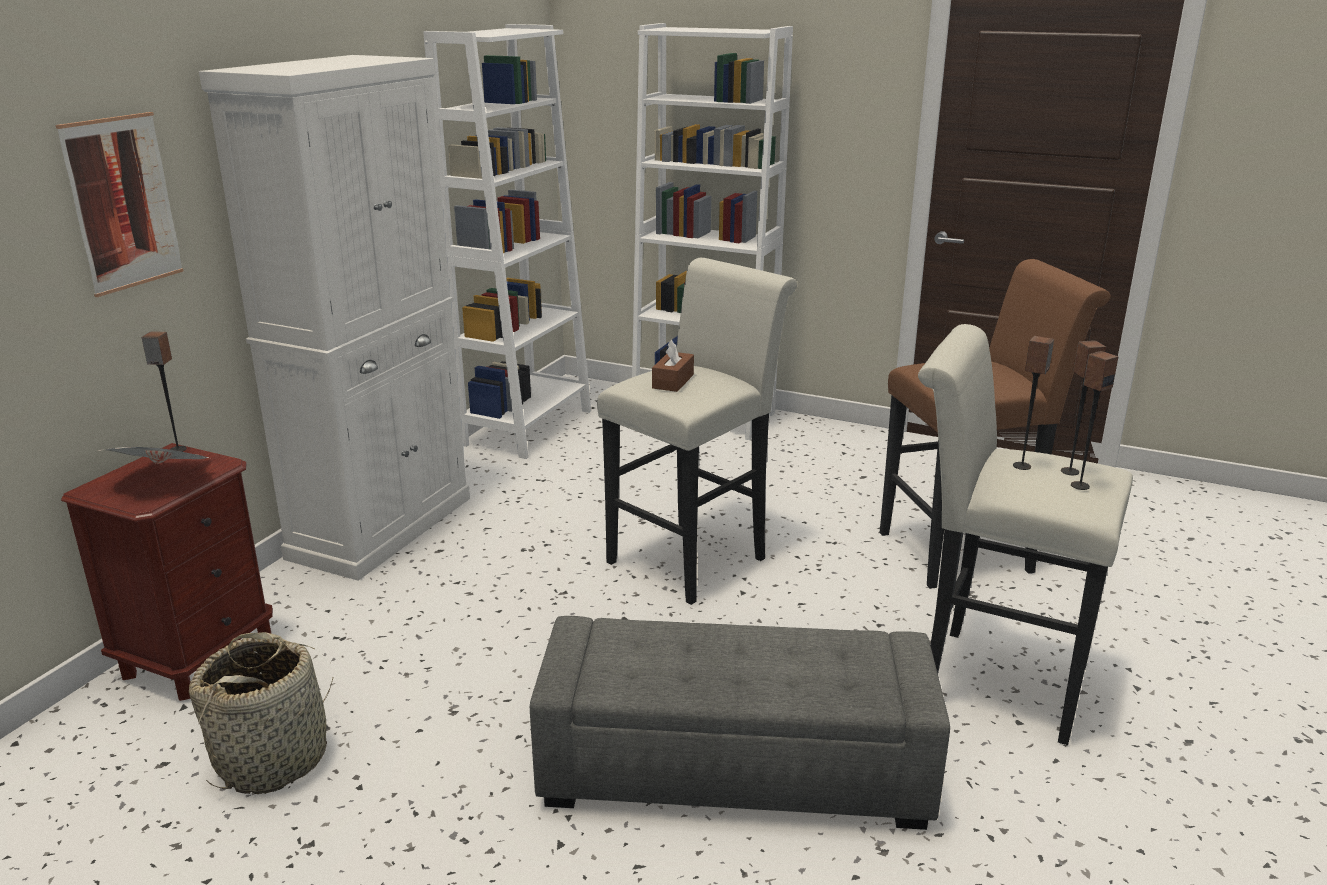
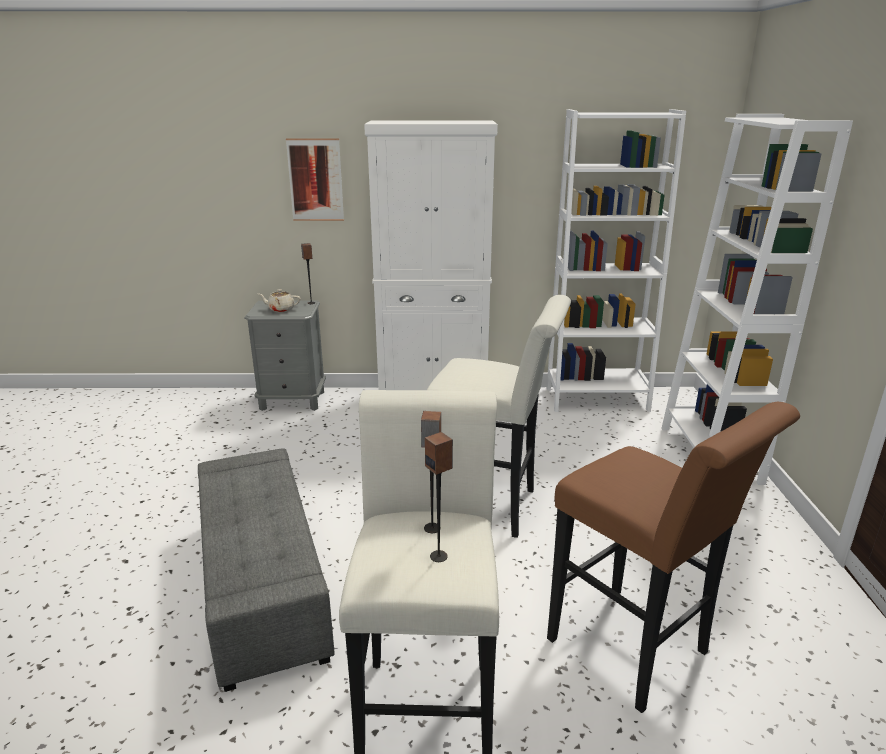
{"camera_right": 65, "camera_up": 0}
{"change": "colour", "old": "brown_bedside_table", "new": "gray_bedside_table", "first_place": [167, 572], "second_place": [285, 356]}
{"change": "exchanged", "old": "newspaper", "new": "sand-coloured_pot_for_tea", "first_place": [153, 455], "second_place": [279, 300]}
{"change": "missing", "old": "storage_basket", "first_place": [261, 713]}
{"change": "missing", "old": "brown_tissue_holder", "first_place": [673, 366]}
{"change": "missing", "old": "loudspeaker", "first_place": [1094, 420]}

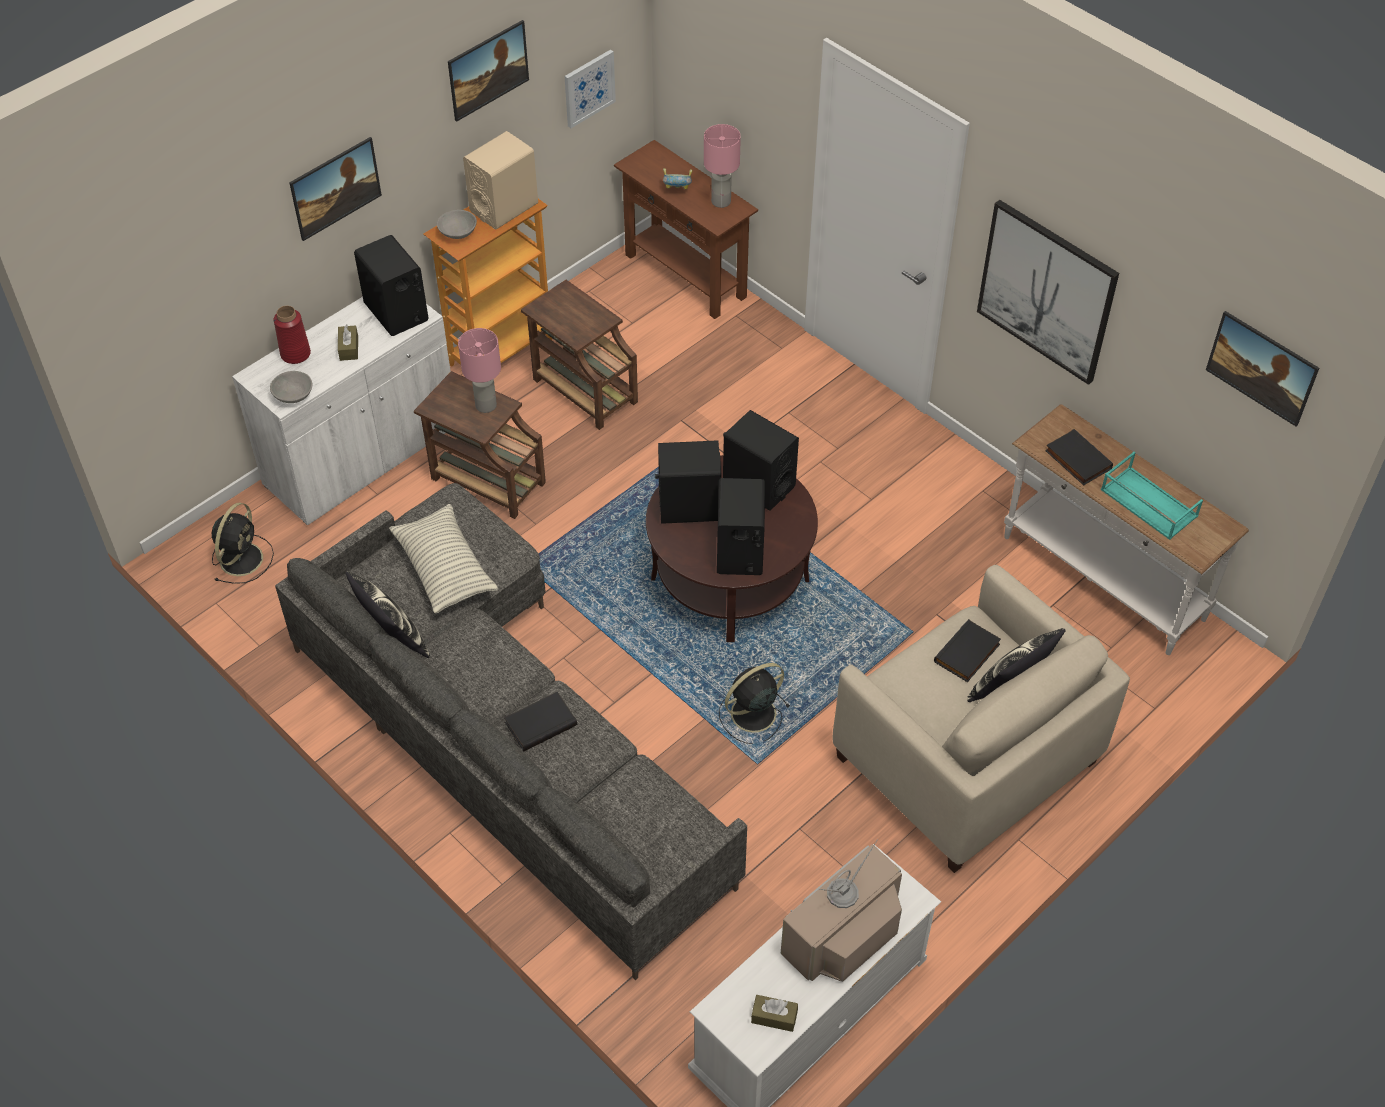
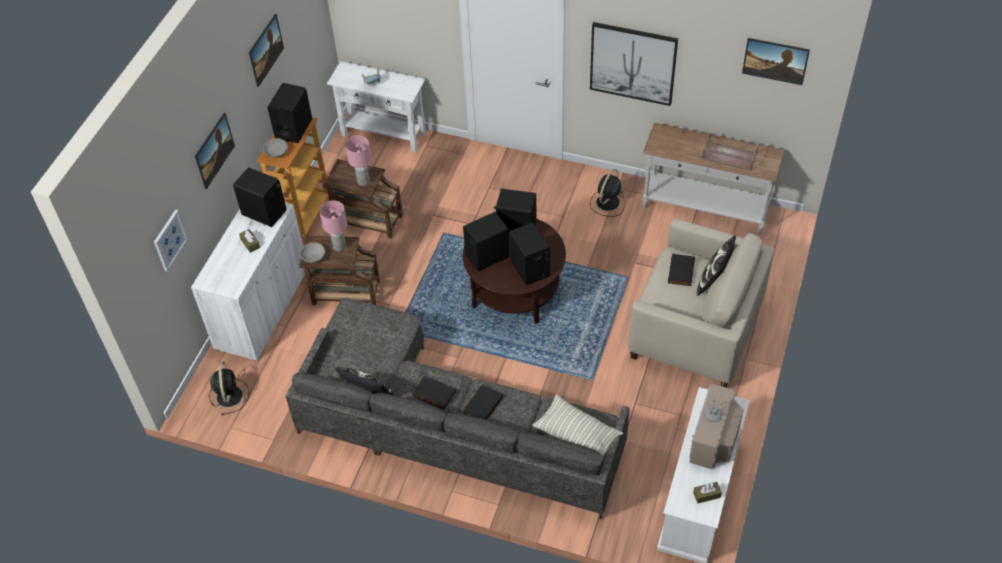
{"camera_right": -25, "camera_up": 0}
{"change": "relocated", "old": "picture", "first_place": [590, 89], "second_place": [171, 241]}
{"change": "colour", "old": "sand-coloured_loudspeaker", "new": "black-coloured_loudspeaker", "first_place": [500, 180], "second_place": [289, 113]}
{"change": "relocated", "old": "gray_serving_bowl", "first_place": [291, 387], "second_place": [312, 253]}
{"change": "colour", "old": "brown_hall_table", "new": "white_hall_table", "first_place": [686, 229], "second_place": [376, 106]}
{"change": "relocated", "old": "pink-coloured_lamp_for_a_table", "first_place": [722, 166], "second_place": [358, 160]}
{"change": "relocated", "old": "black-coloured_volume", "first_place": [1079, 457], "second_place": [434, 393]}
{"change": "relocated", "old": "throw_pillow", "first_place": [443, 558], "second_place": [577, 425]}
{"change": "relocated", "old": "black-coloured_electric_fan", "first_place": [754, 703], "second_place": [607, 193]}
{"change": "colour", "old": "turquoise-coloured_tray", "new": "brown_tray", "first_place": [1152, 496], "second_place": [730, 151]}
{"change": "missing", "old": "red_flower_vase", "first_place": [292, 335]}

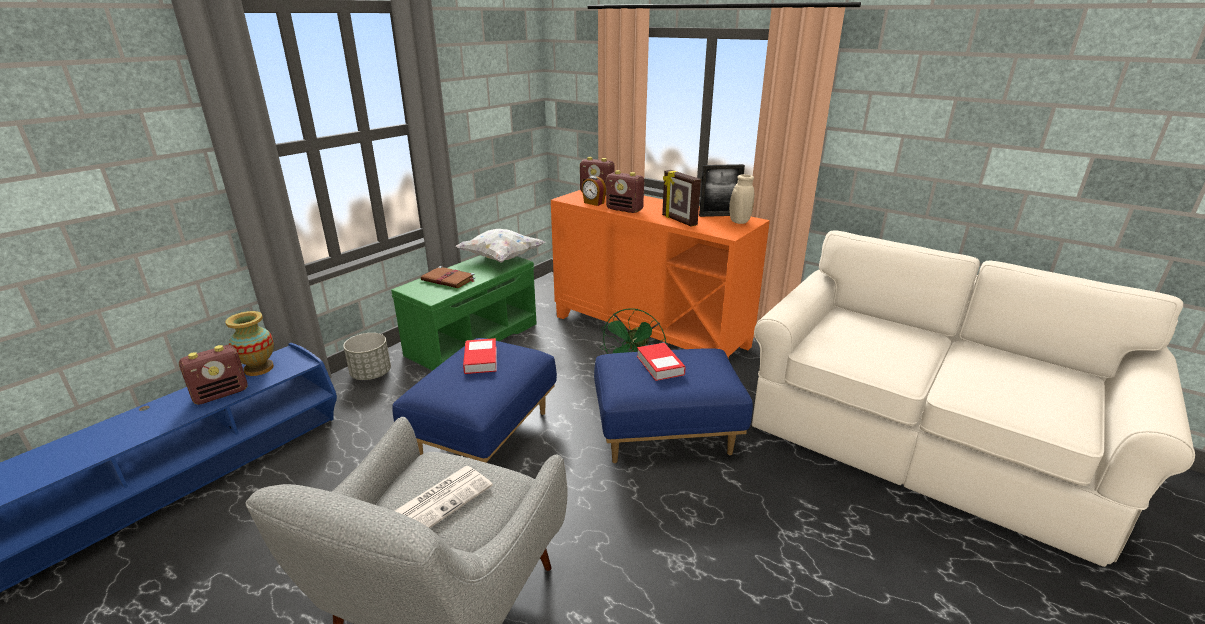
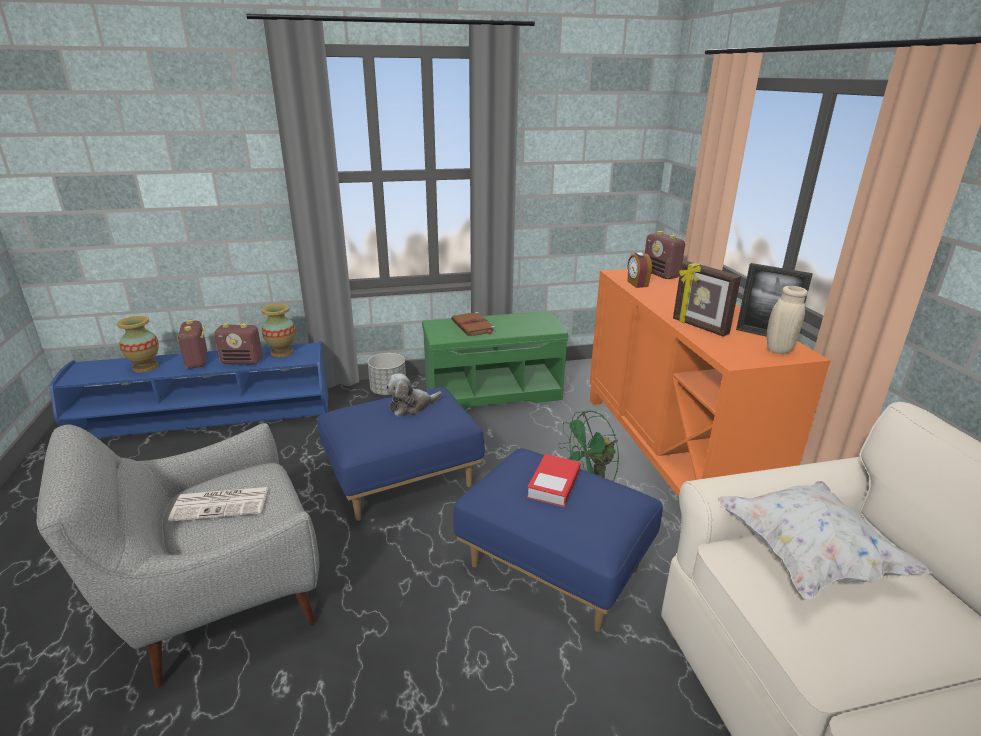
{"camera_right": 40, "camera_up": 0}
{"change": "appeared", "new": "flower_vase", "second_place": [138, 344]}
{"change": "relocated", "old": "radio_set", "first_place": [625, 191], "second_place": [192, 344]}
{"change": "exchanged", "old": "volume", "new": "plush_toy", "first_place": [480, 356], "second_place": [414, 395]}
{"change": "spun", "old": "standing_frame", "first_place": [681, 198], "second_place": [707, 299], "degrees": -45}
{"change": "relocated", "old": "white_throw_pillow", "first_place": [500, 246], "second_place": [825, 540]}

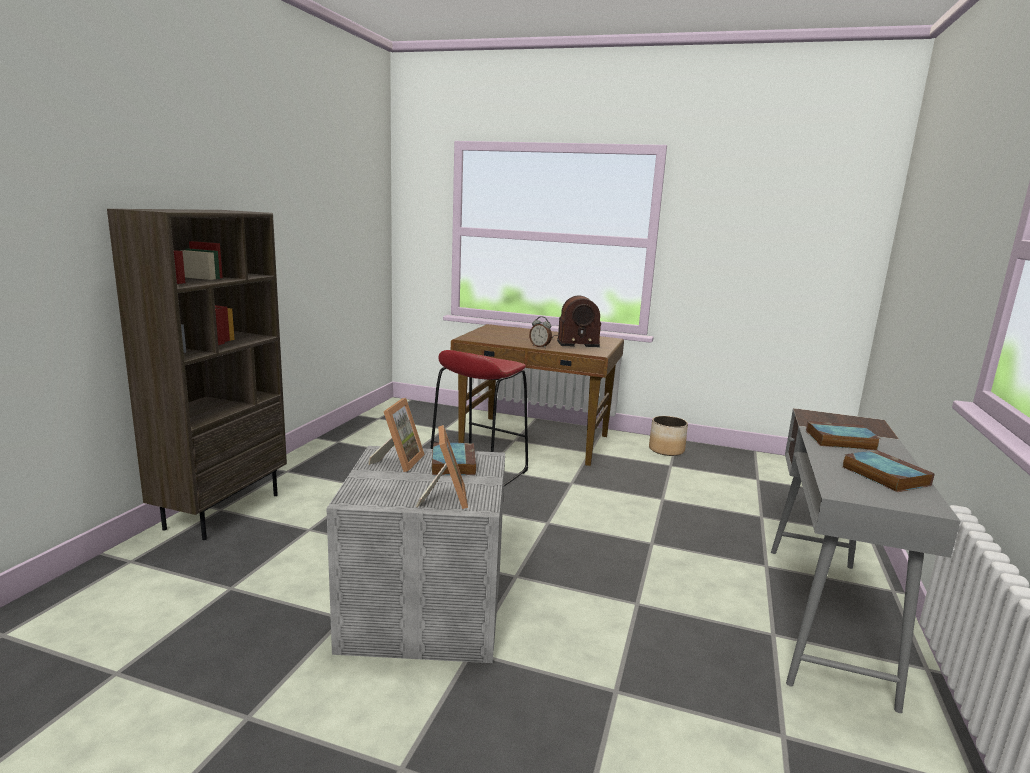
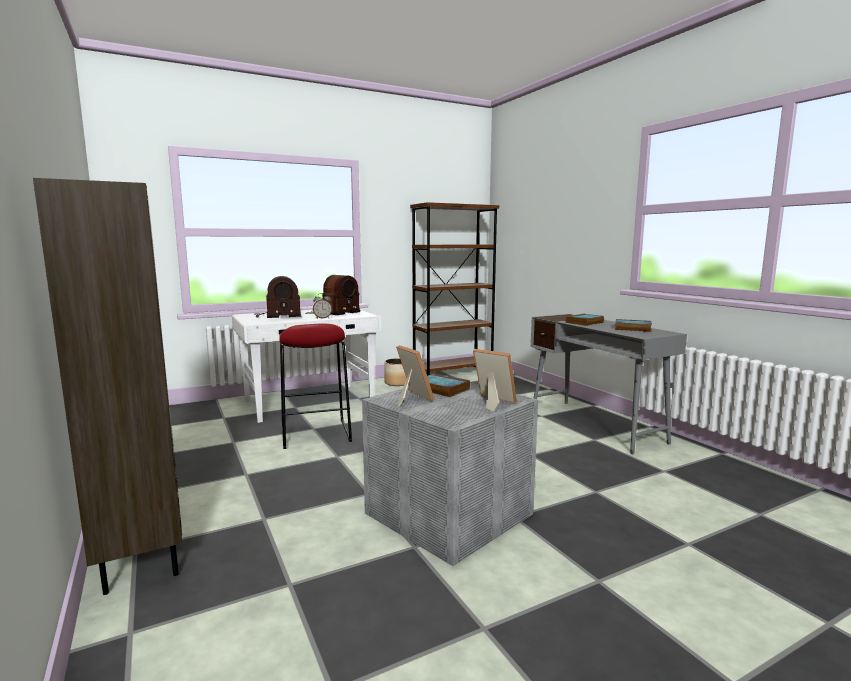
{"camera_right": -45, "camera_up": -5}
{"change": "colour", "old": "brown_desk_table", "new": "white_desk_table", "first_place": [537, 395], "second_place": [306, 366]}
{"change": "appeared", "new": "radio_set", "second_place": [278, 297]}
{"change": "appeared", "new": "brown_shelving_unit", "second_place": [454, 289]}

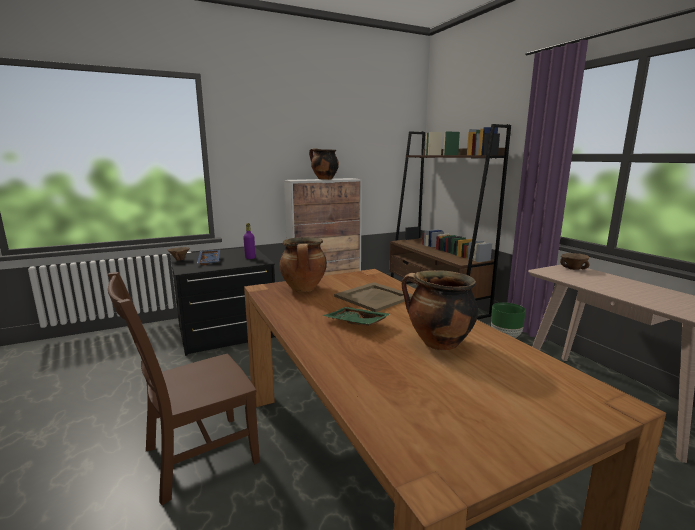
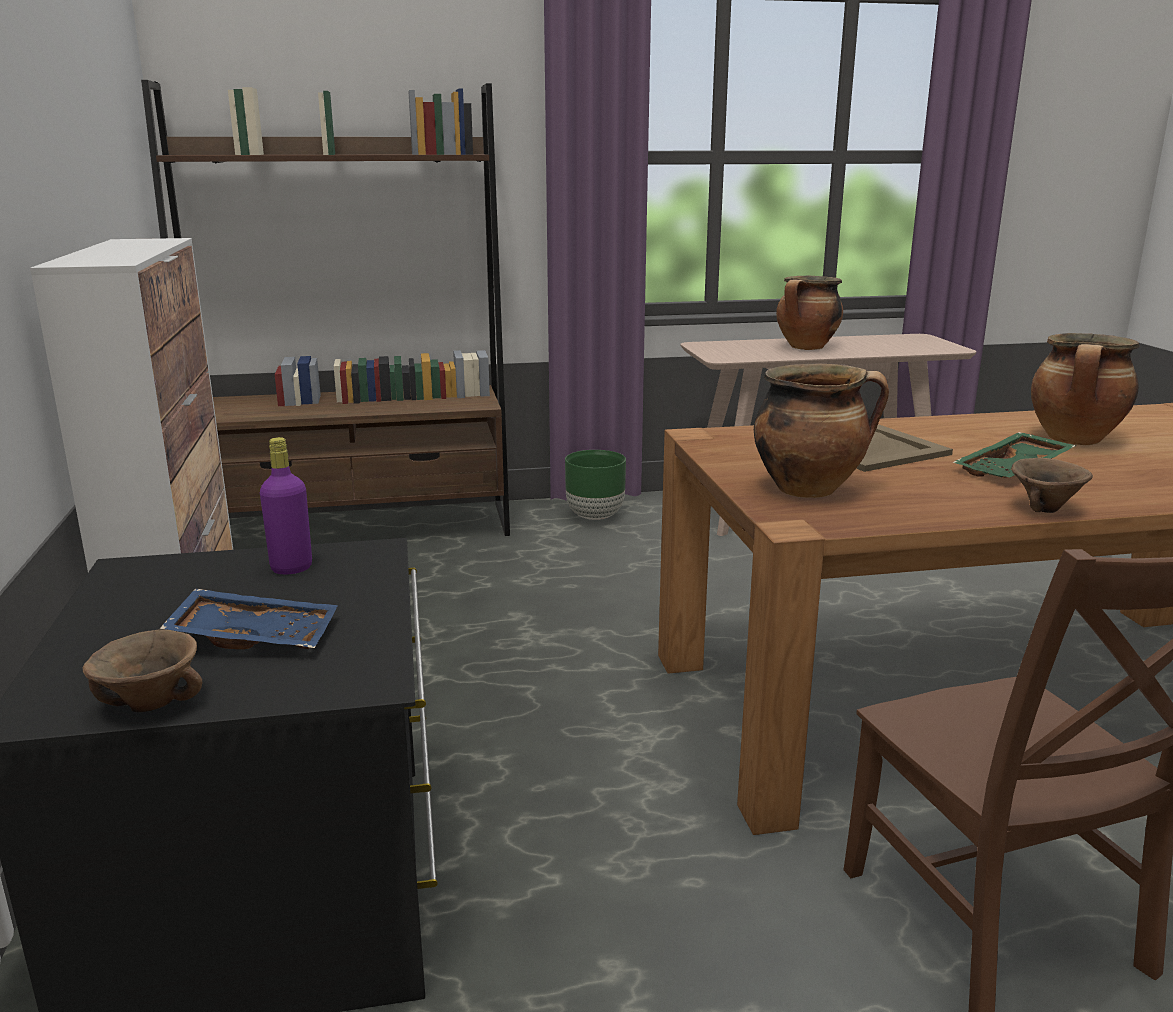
{"camera_right": -75, "camera_up": 5}
{"change": "relocated", "old": "cooking_pot", "first_place": [324, 164], "second_place": [809, 313]}
{"change": "relocated", "old": "brown_serving_bowl", "first_place": [574, 261], "second_place": [1052, 485]}

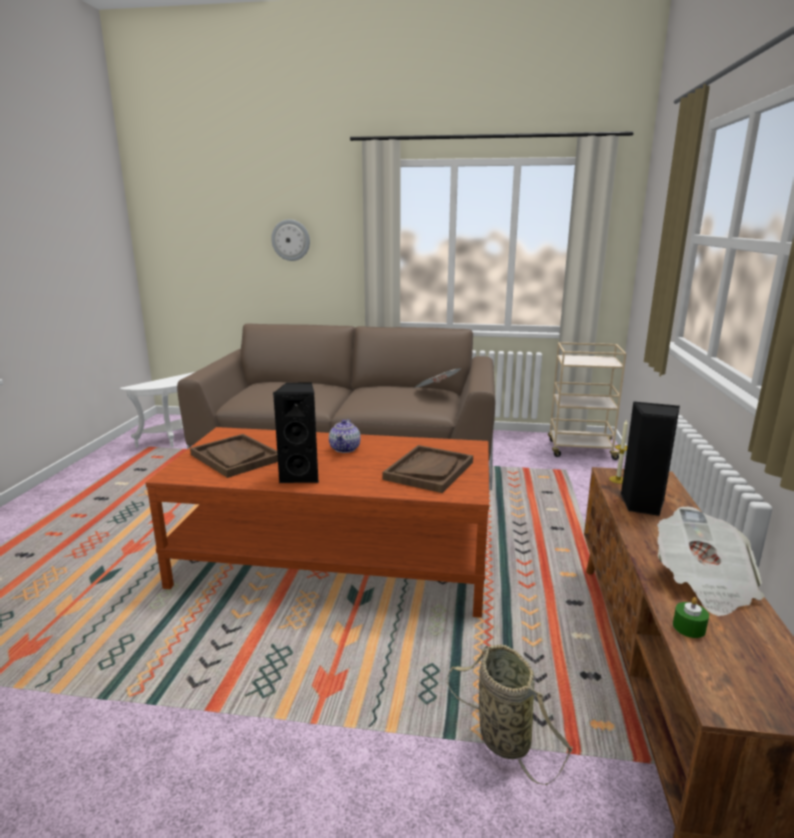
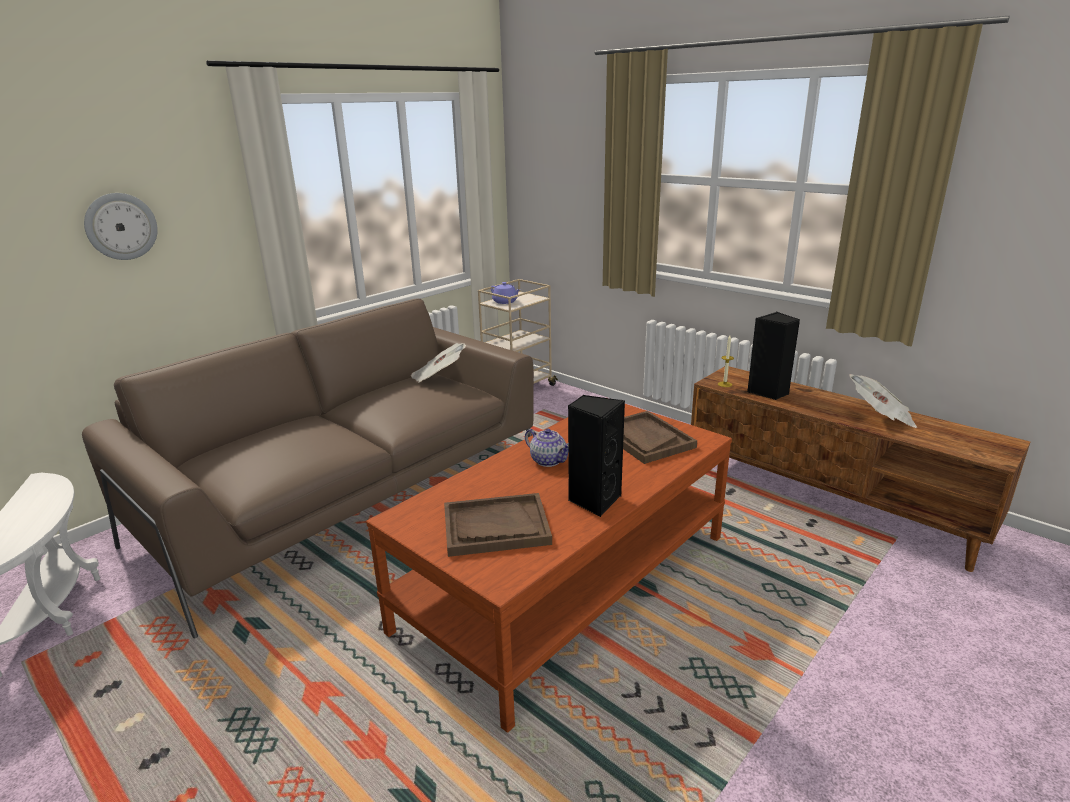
{"camera_right": -55, "camera_up": 5}
{"change": "appeared", "new": "purplish_pot_for_tea", "second_place": [505, 293]}
{"change": "missing", "old": "storage_basket", "first_place": [509, 715]}
{"change": "missing", "old": "greenish_wax_candle", "first_place": [691, 617]}

